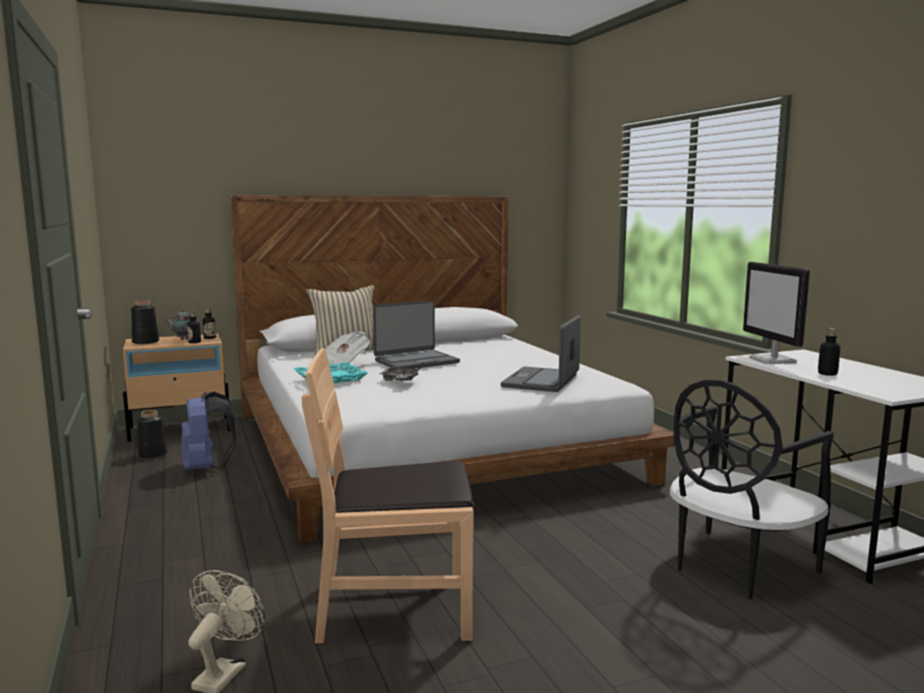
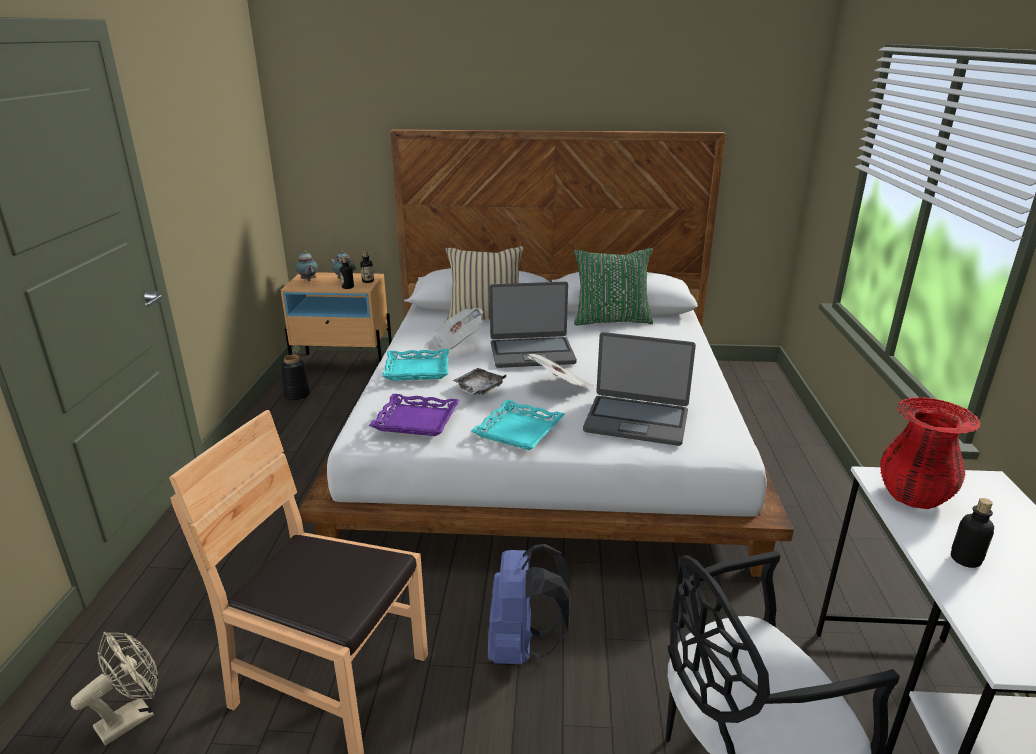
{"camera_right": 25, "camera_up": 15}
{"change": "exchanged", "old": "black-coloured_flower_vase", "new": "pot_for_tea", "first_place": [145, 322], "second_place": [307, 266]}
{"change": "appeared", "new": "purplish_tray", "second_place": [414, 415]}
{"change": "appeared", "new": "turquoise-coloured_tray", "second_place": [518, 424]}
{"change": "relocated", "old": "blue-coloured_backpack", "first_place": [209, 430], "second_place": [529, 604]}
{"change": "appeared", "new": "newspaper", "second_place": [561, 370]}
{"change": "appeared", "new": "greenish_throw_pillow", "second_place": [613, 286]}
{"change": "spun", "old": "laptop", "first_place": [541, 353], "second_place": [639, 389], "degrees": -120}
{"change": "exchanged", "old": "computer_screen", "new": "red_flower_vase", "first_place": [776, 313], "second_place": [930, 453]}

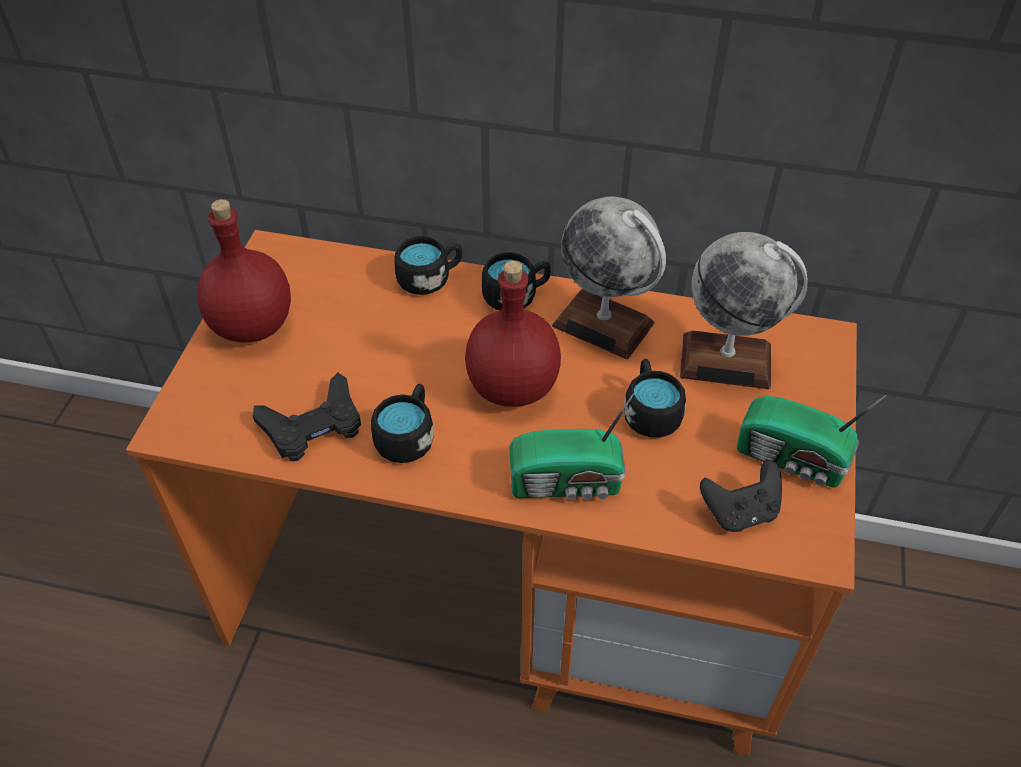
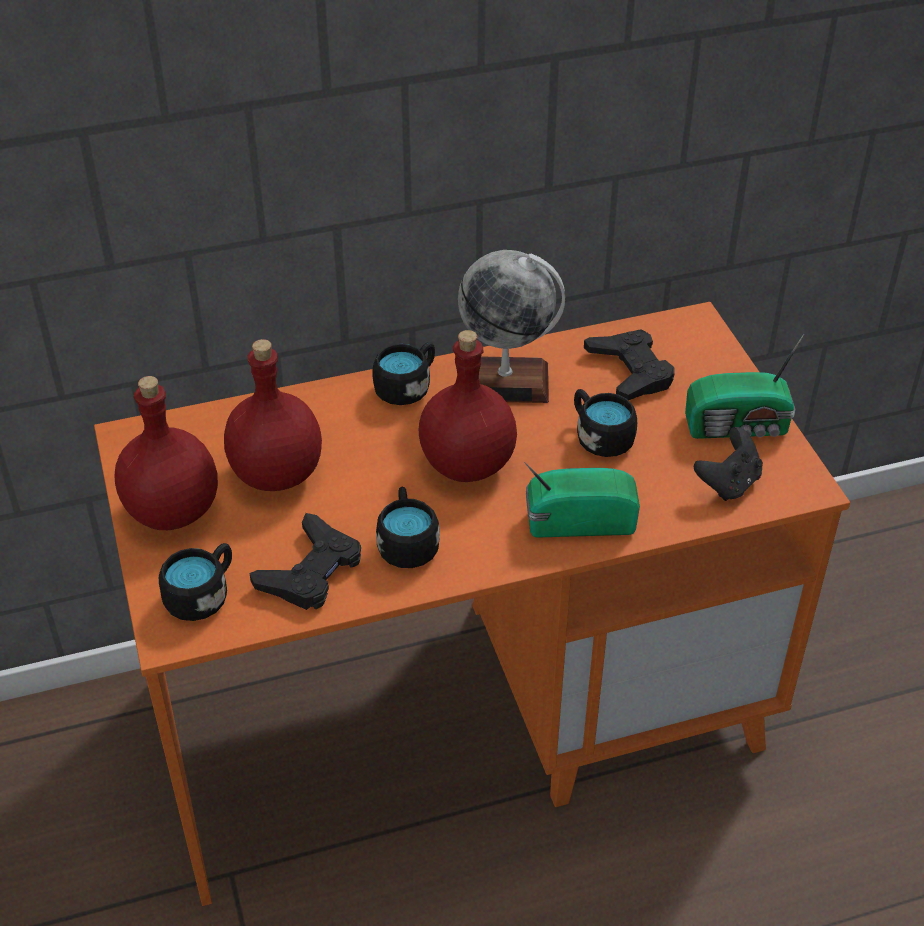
{"camera_right": -30, "camera_up": -5}
{"change": "relocated", "old": "black-coloured_coffee_mug", "first_place": [428, 265], "second_place": [195, 582]}
{"change": "appeared", "new": "red_drink_bottle", "second_place": [273, 415]}
{"change": "spun", "old": "radio_set", "first_place": [571, 446], "second_place": [582, 500], "degrees": -150}
{"change": "exchanged", "old": "world_globe", "new": "black-coloured_gamepad", "first_place": [744, 310], "second_place": [629, 364]}

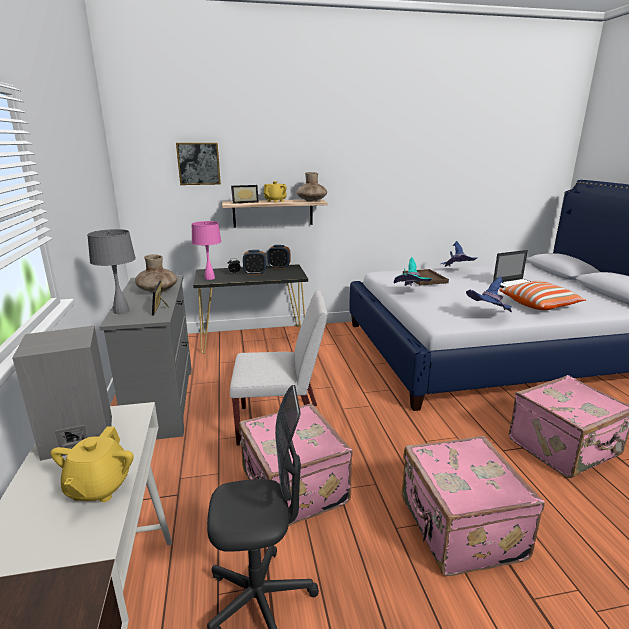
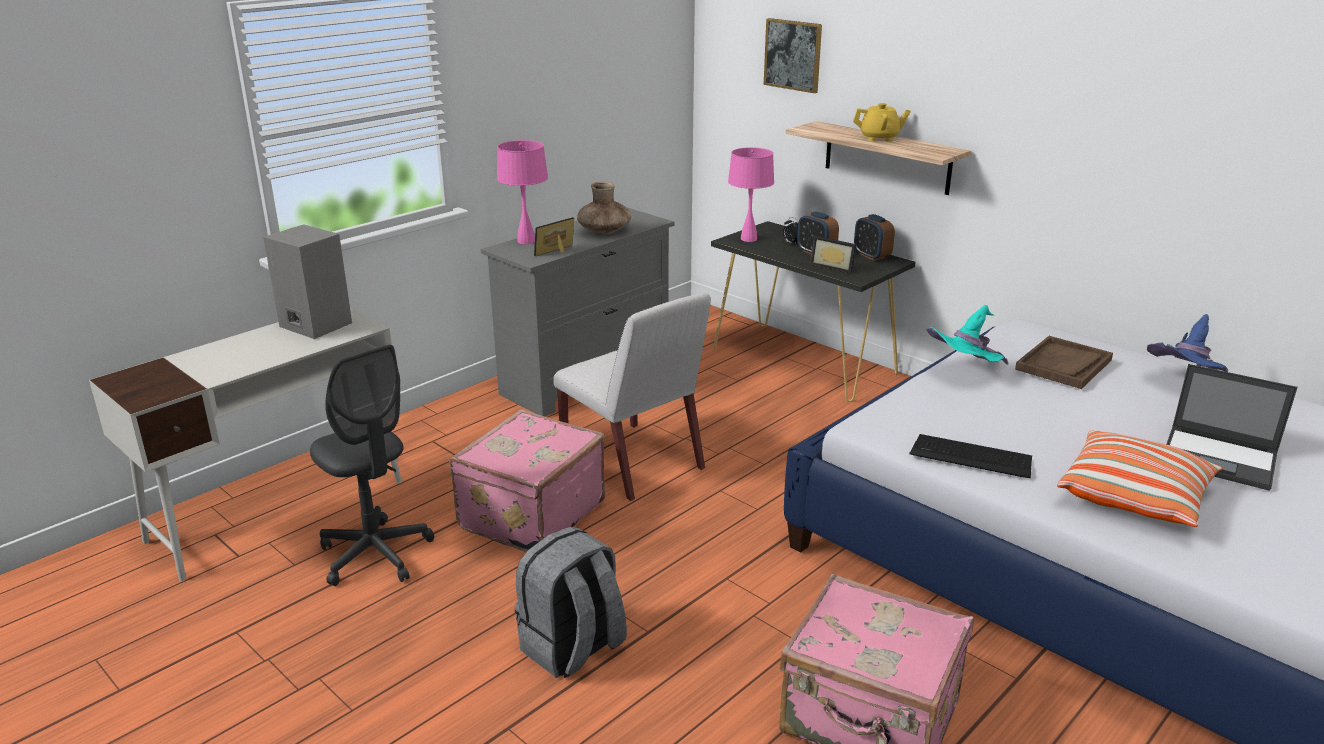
{"camera_right": 55, "camera_up": 5}
{"change": "colour", "old": "gray_lamp_for_a_table", "new": "pink-coloured_lamp_for_a_table", "first_place": [111, 271], "second_place": [522, 192]}
{"change": "exchanged", "old": "pink-coloured_suitcase", "new": "gray_backpack", "first_place": [473, 506], "second_place": [571, 602]}
{"change": "relocated", "old": "standing_frame", "first_place": [245, 194], "second_place": [833, 255]}
{"change": "exchanged", "old": "blue-coloured_hat", "new": "keyboard", "first_place": [489, 294], "second_place": [970, 456]}
{"change": "missing", "old": "yellow-coloured_pot_for_tea", "first_place": [92, 464]}
{"change": "missing", "old": "brown_flower_vase", "first_place": [312, 187]}

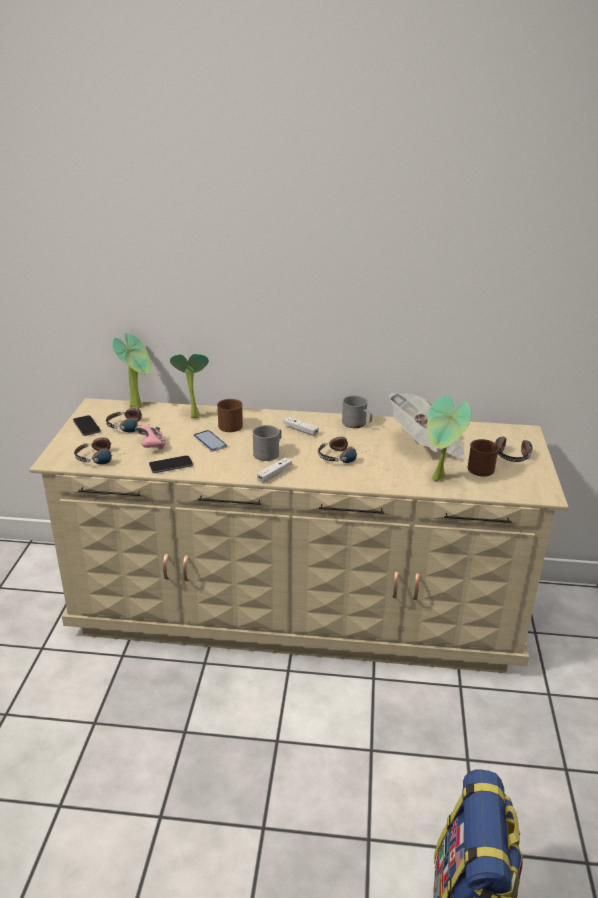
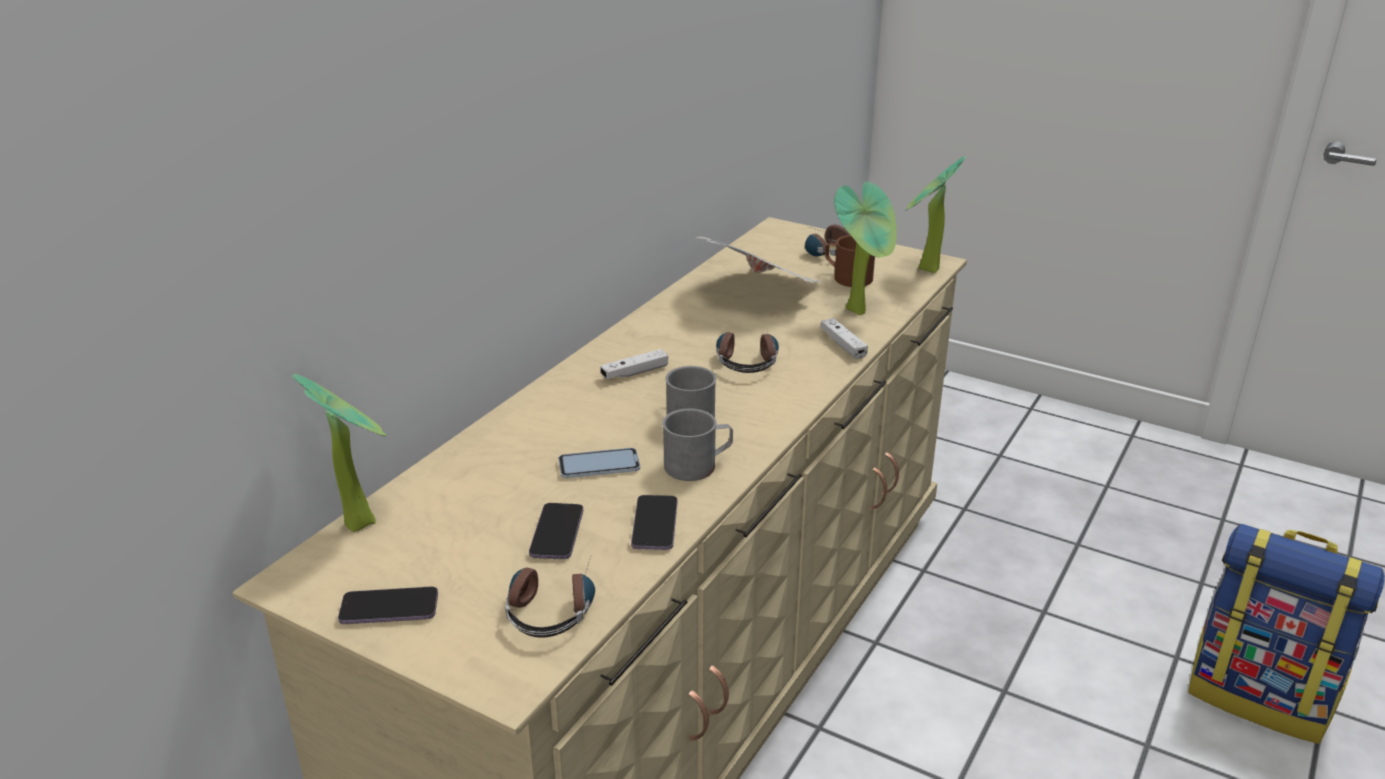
{"camera_right": -65, "camera_up": 0}
{"change": "exchanged", "old": "pink-coloured_gamepad", "new": "phone", "first_place": [150, 437], "second_place": [556, 531]}
{"change": "relocated", "old": "gray_coffee_mug", "first_place": [357, 411], "second_place": [697, 445]}
{"change": "relocated", "old": "white_gamepad", "first_place": [274, 470], "second_place": [844, 338]}
{"change": "relocated", "old": "potted_plant", "first_place": [189, 386], "second_place": [936, 214]}
{"change": "missing", "old": "headset", "first_place": [124, 420]}
{"change": "missing", "old": "brown_coffee_mug", "first_place": [230, 415]}

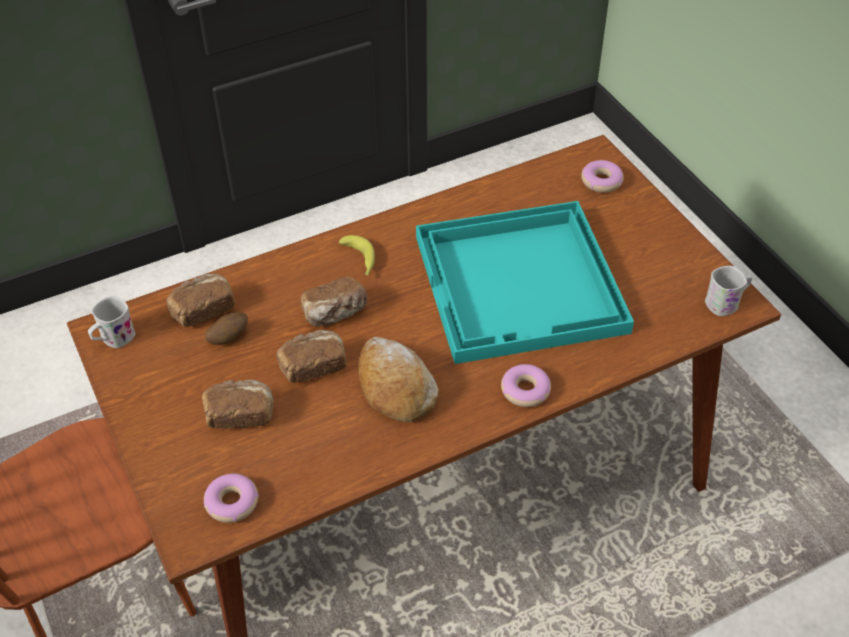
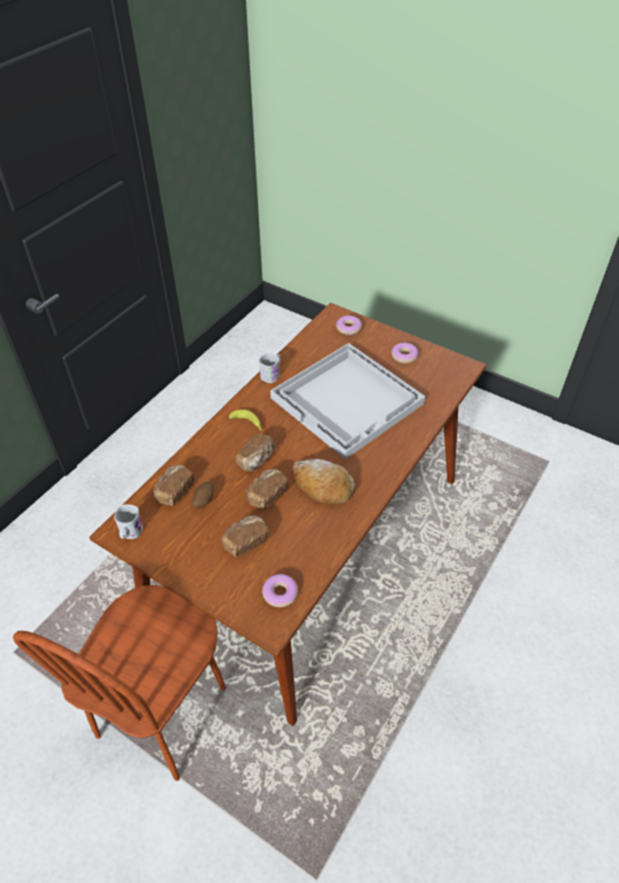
{"camera_right": -30, "camera_up": 0}
{"change": "relocated", "old": "white_coffee_mug", "first_place": [728, 291], "second_place": [269, 368]}
{"change": "colour", "old": "turquoise-coloured_tray", "new": "white_tray", "first_place": [525, 282], "second_place": [347, 401]}
{"change": "relocated", "old": "ring_doughnut", "first_place": [526, 385], "second_place": [404, 353]}

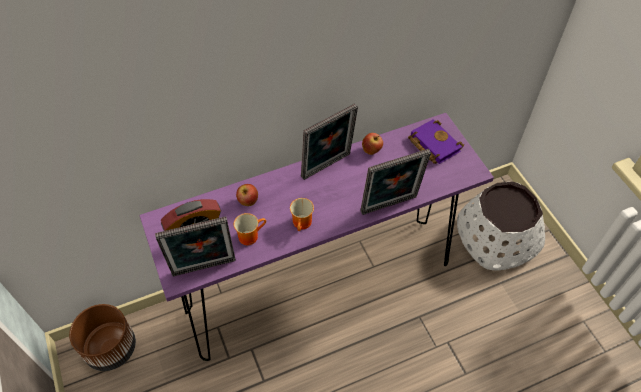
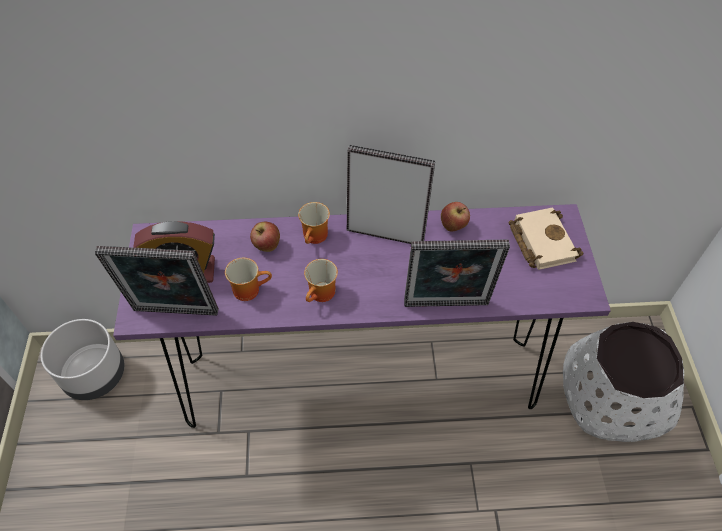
{"camera_right": 20, "camera_up": 0}
{"change": "colour", "old": "brown_plant_pot", "new": "gray_plant_pot", "first_place": [102, 337], "second_place": [82, 359]}
{"change": "appeared", "new": "coffee_mug", "second_place": [314, 223]}
{"change": "spun", "old": "standing_frame", "first_place": [329, 141], "second_place": [391, 194], "degrees": -150}
{"change": "colour", "old": "purplish_volume", "new": "sand-coloured_volume", "first_place": [436, 141], "second_place": [546, 238]}

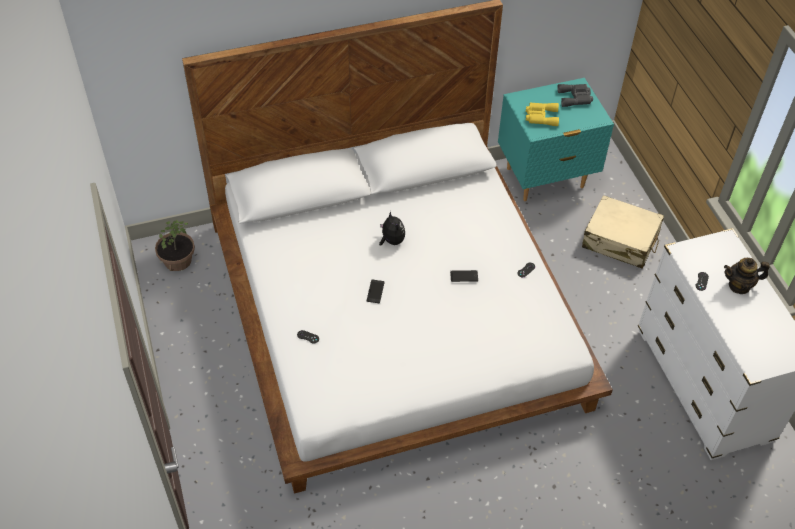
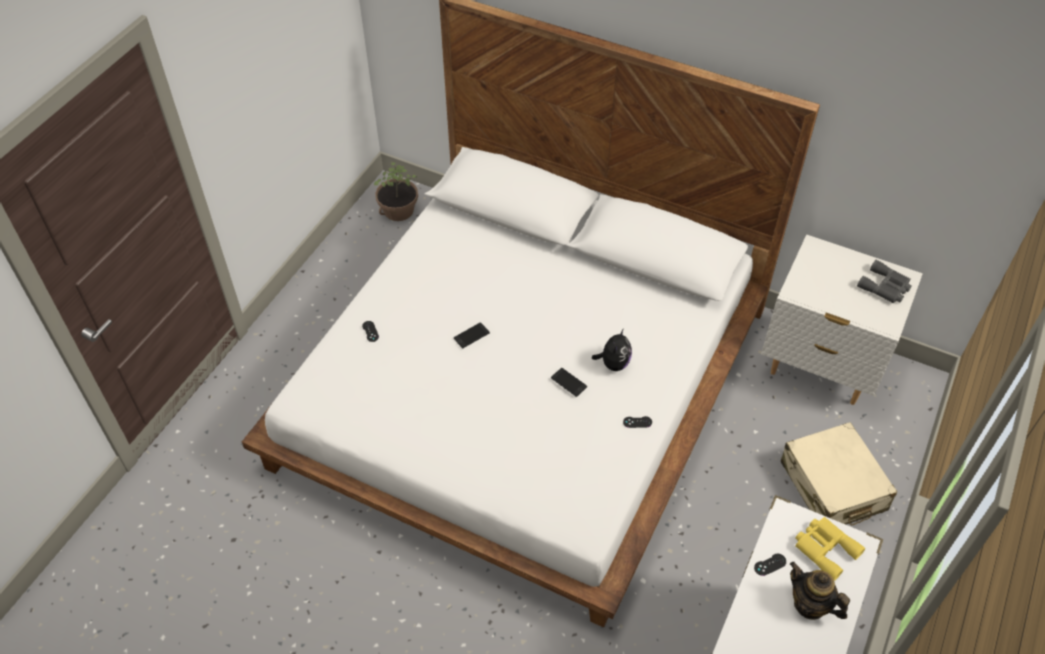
{"camera_right": 45, "camera_up": 0}
{"change": "relocated", "old": "plush_toy", "first_place": [392, 228], "second_place": [612, 349]}
{"change": "colour", "old": "turquoise-coloured_bedside_table", "new": "white_bedside_table", "first_place": [556, 139], "second_place": [842, 319]}
{"change": "relocated", "old": "yellow-coloured_pair_of_binoculars", "first_place": [542, 114], "second_place": [830, 549]}

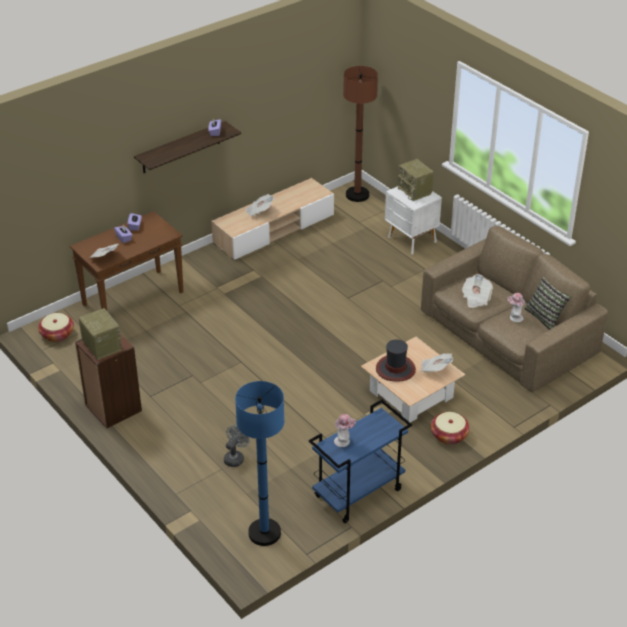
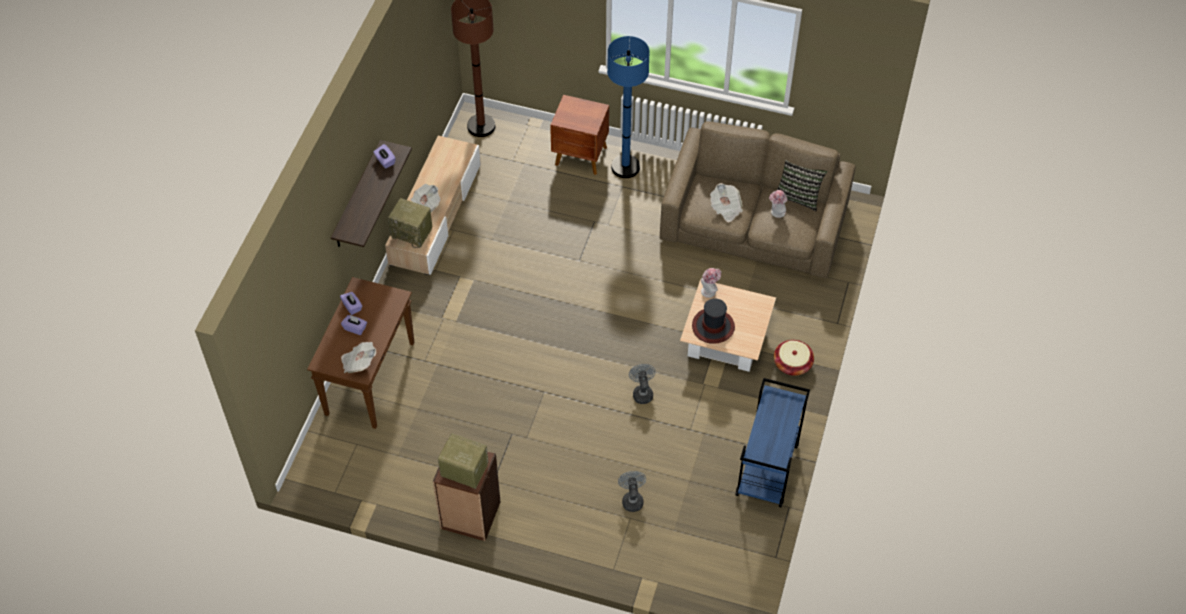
{"camera_right": -35, "camera_up": 15}
{"change": "relocated", "old": "radio_set", "first_place": [415, 180], "second_place": [410, 223]}
{"change": "colour", "old": "white_bedside_table", "new": "brown_bedside_table", "first_place": [413, 220], "second_place": [579, 135]}
{"change": "relocated", "old": "blue-coloured_standard_lamp", "first_place": [259, 463], "second_place": [628, 107]}
{"change": "appeared", "new": "gray_electric_fan", "second_place": [642, 384]}
{"change": "relocated", "old": "hat", "first_place": [345, 430], "second_place": [711, 283]}
{"change": "missing", "old": "storage_basket", "first_place": [56, 327]}
{"change": "missing", "old": "newspaper", "first_place": [436, 362]}

